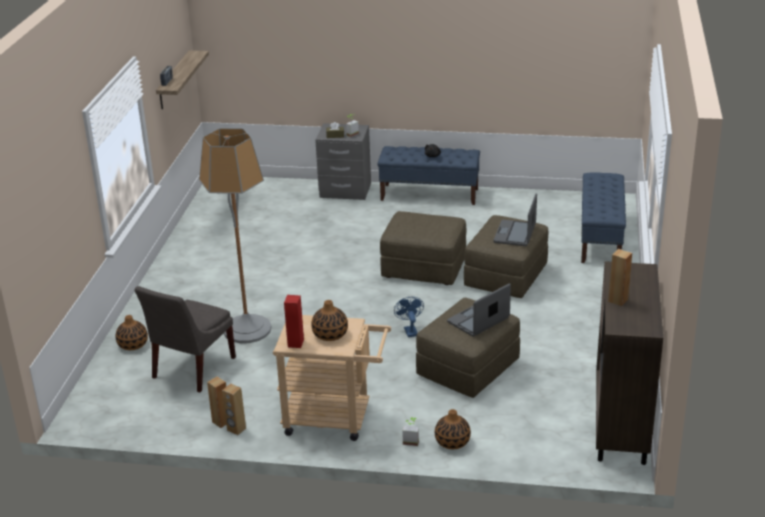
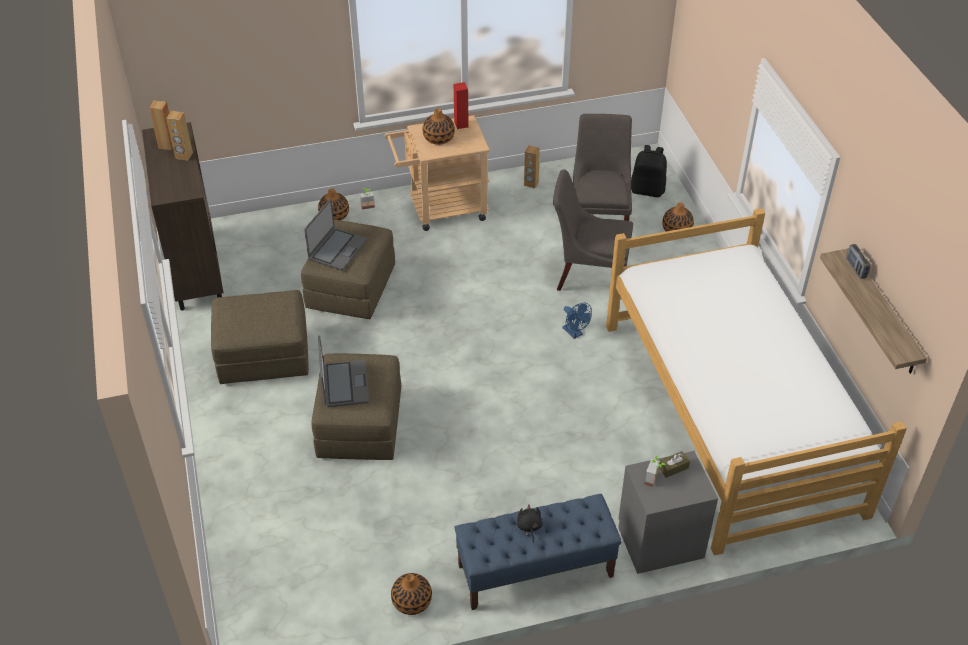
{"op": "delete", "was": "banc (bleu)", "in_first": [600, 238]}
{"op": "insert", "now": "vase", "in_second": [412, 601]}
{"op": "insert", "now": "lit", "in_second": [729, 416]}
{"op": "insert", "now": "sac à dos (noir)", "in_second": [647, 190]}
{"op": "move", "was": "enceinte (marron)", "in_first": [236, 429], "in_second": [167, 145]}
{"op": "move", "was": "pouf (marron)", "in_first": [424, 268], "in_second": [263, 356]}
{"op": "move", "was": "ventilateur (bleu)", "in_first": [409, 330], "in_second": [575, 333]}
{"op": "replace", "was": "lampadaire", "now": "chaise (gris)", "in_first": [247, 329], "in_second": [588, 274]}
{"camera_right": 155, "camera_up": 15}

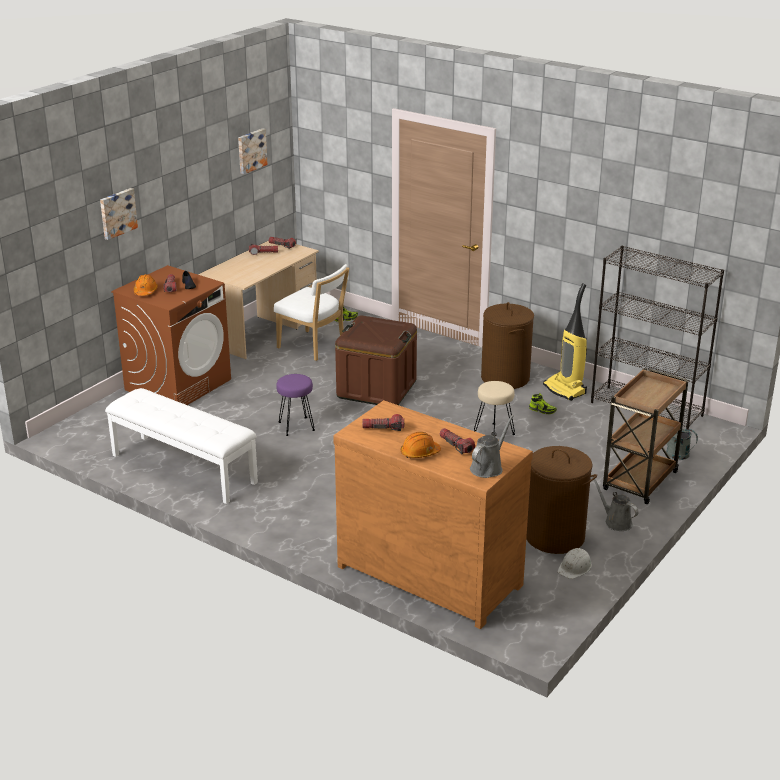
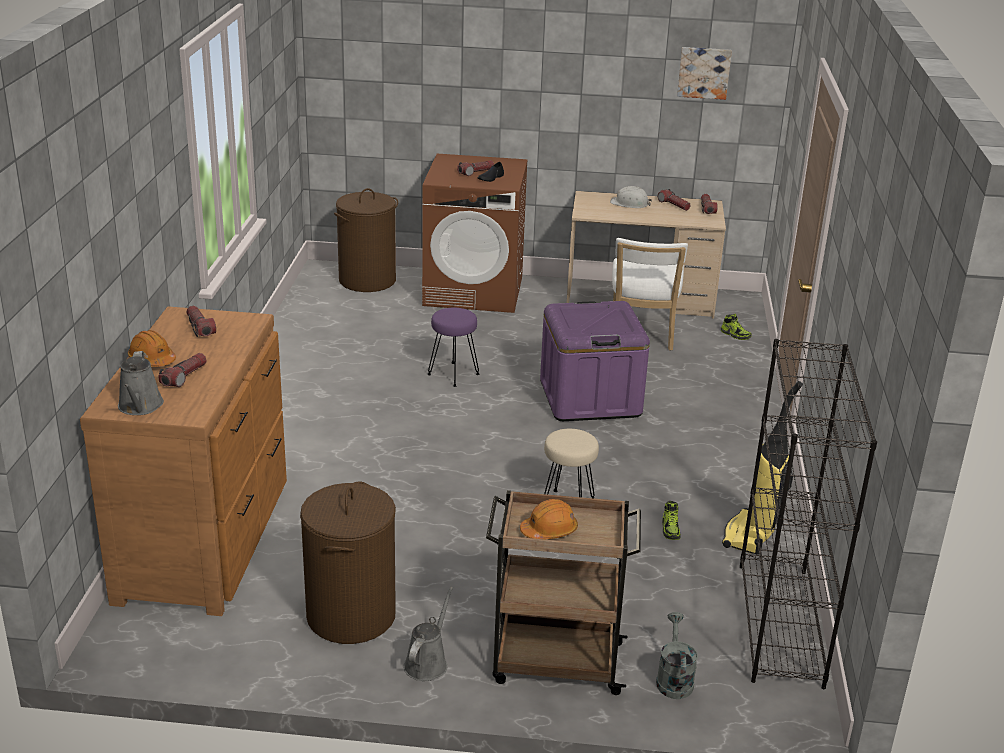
{"op": "delete", "was": "tableau", "in_first": [117, 213]}
{"op": "delete", "was": "banc (blanc)", "in_first": [183, 469]}
{"op": "move", "was": "casque de chantier (orange)", "in_first": [145, 291], "in_second": [549, 530]}
{"op": "move", "was": "panier à linge (marron)", "in_first": [505, 378], "in_second": [367, 280]}
{"op": "move", "was": "casque de chantier (blanc)", "in_first": [575, 567], "in_second": [630, 203]}
{"op": "recolor", "was": "boîte de rangement (marron)", "now": "boîte de rangement (violet)", "in_first": [376, 389], "in_second": [590, 398]}
{"op": "rotate", "was": "arrosoir (gris)", "in_first": [488, 467], "in_second": [140, 407], "clockwise": 75}
{"camera_right": 60, "camera_up": 0}

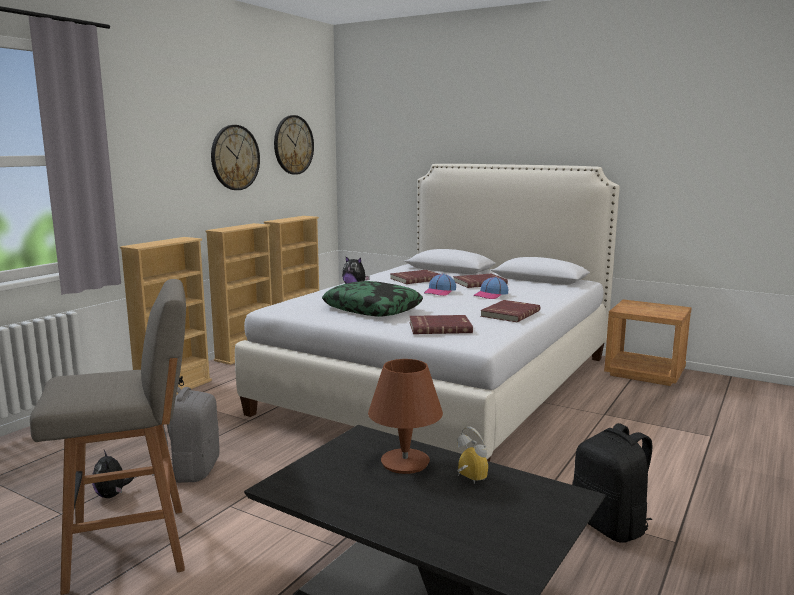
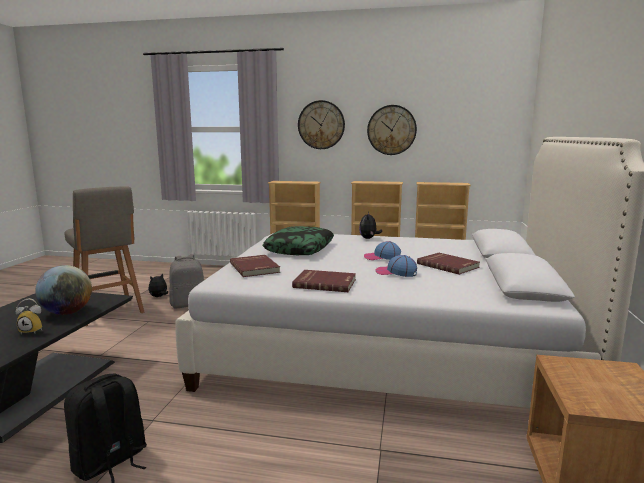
{"op": "delete", "was": "livre (rouge)", "in_first": [415, 279]}
{"op": "move", "was": "horloge murale", "in_first": [293, 145], "in_second": [321, 125]}
{"op": "replace", "was": "lampe de table (marron)", "now": "globe", "in_first": [404, 462], "in_second": [67, 313]}
{"op": "rotate", "was": "réveil", "in_first": [467, 479], "in_second": [33, 331], "clockwise": 60}
{"camera_right": 70, "camera_up": 0}

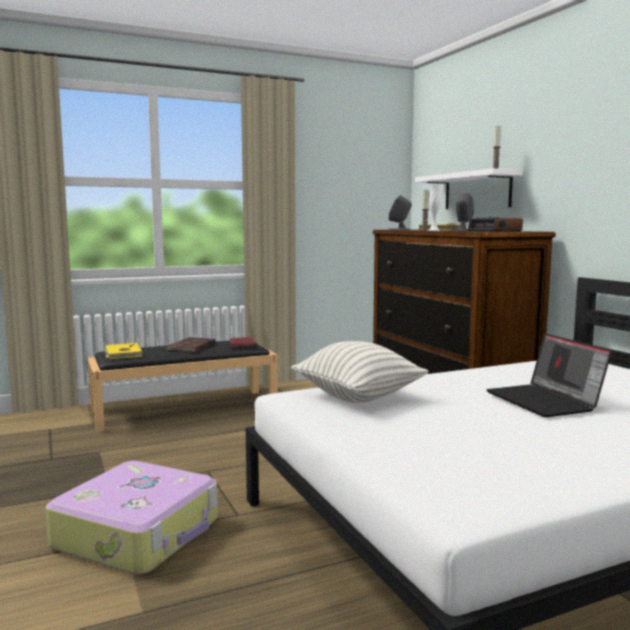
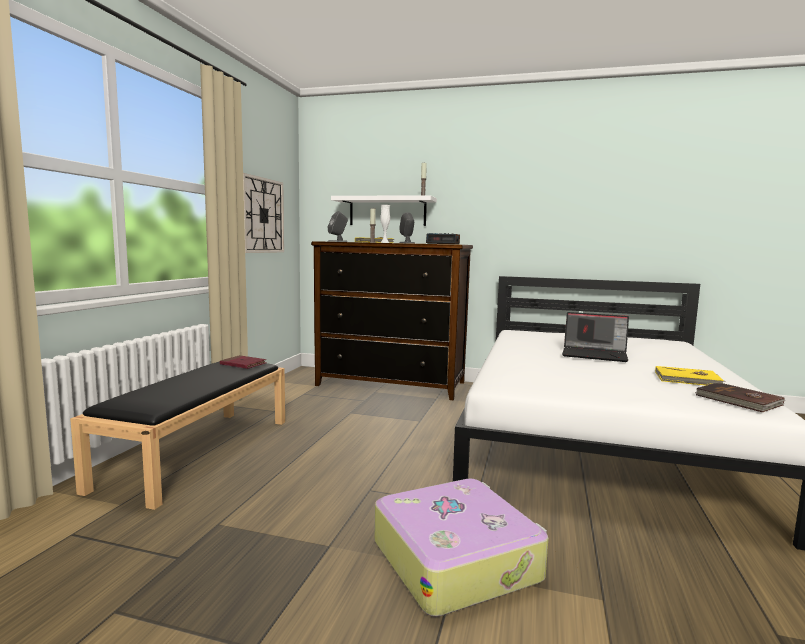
{"op": "delete", "was": "coussin", "in_first": [358, 397]}
{"op": "insert", "now": "horloge murale", "in_second": [262, 215]}
{"op": "move", "was": "livre (jaune)", "in_first": [122, 353], "in_second": [688, 379]}
{"op": "move", "was": "livre (marron)", "in_first": [191, 347], "in_second": [738, 400]}
{"camera_right": -50, "camera_up": 0}

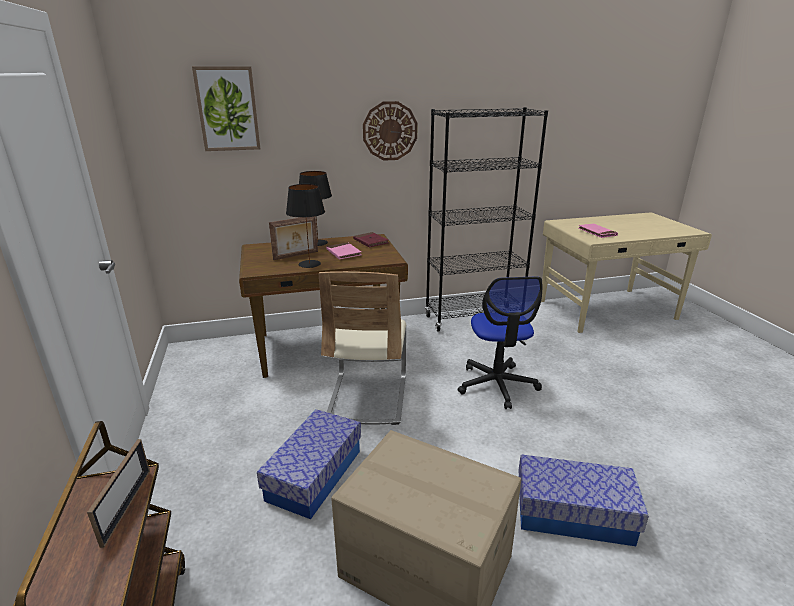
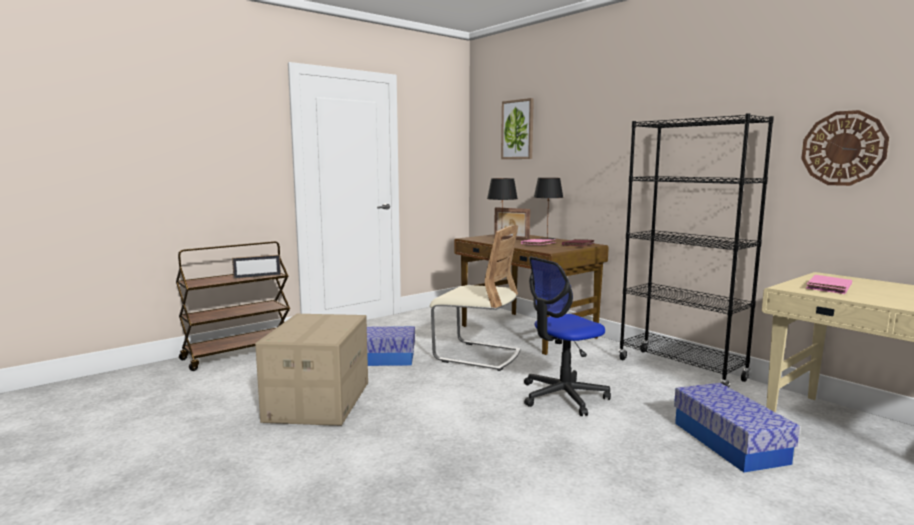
{"op": "move", "was": "horloge murale", "in_first": [390, 131], "in_second": [843, 148]}
{"op": "move", "was": "boîte de rangement", "in_first": [573, 514], "in_second": [729, 442]}
{"op": "rotate", "was": "chaise (beige)", "in_first": [367, 397], "in_second": [477, 355], "clockwise": -135}
{"camera_right": 65, "camera_up": -15}

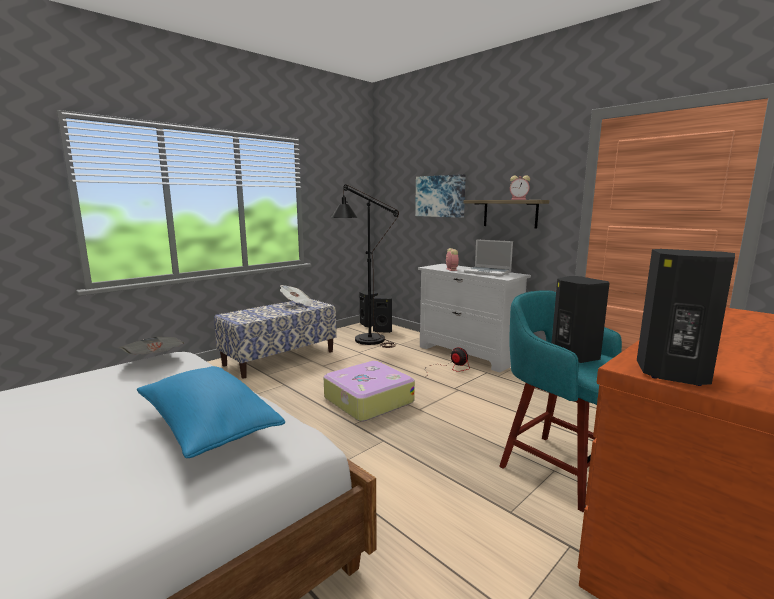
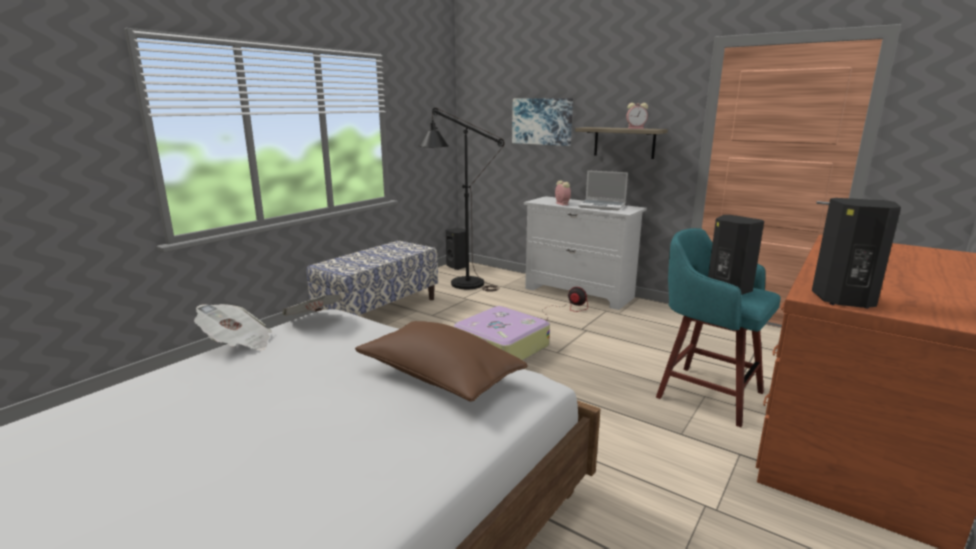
{"op": "delete", "was": "enceinte (noir)", "in_first": [383, 330]}
{"op": "move", "was": "journal", "in_first": [297, 304], "in_second": [238, 343]}
{"op": "recolor", "was": "coussin (bleu)", "now": "coussin (marron)", "in_first": [207, 427], "in_second": [439, 378]}
{"camera_right": -10, "camera_up": 5}

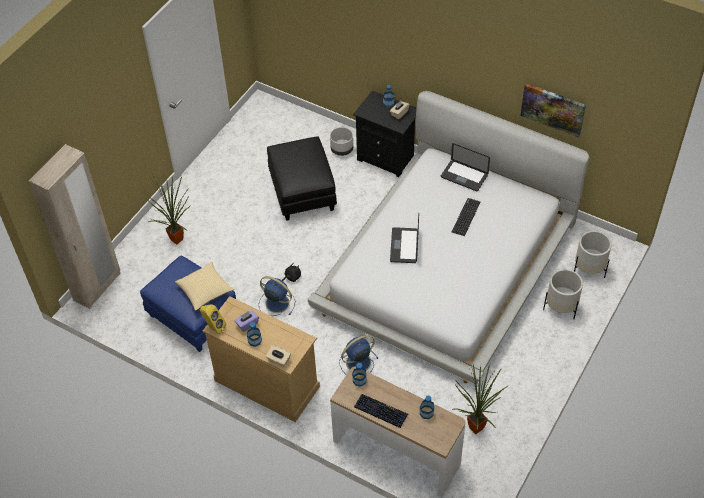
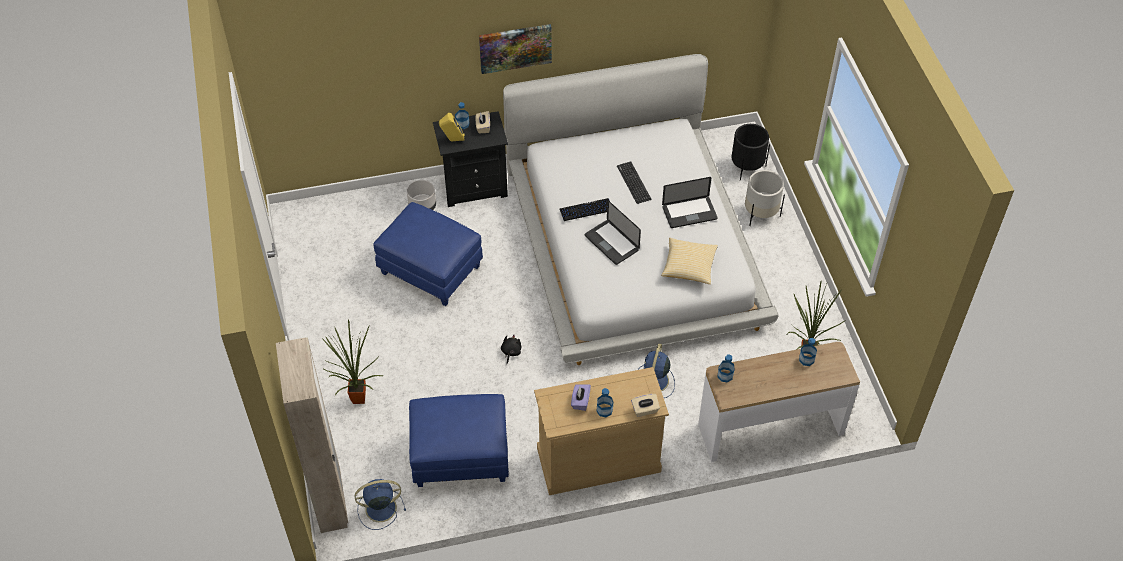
{"op": "move", "was": "coussin", "in_first": [205, 291], "in_second": [688, 267]}
{"op": "move", "was": "enceinte (jaune)", "in_first": [214, 328], "in_second": [452, 140]}
{"op": "move", "was": "ventilateur (bleu)", "in_first": [276, 302], "in_second": [379, 508]}
{"op": "move", "was": "clavier", "in_first": [381, 411], "in_second": [586, 210]}
{"op": "move", "was": "ordinateur portable", "in_first": [464, 176], "in_second": [689, 213]}
{"op": "move", "was": "tableau", "in_first": [553, 109], "in_second": [515, 47]}
{"op": "recolor", "was": "pouf (noir)", "now": "pouf (bleu)", "in_first": [301, 191], "in_second": [429, 270]}
{"op": "recolor", "was": "cache-pot (blanc)", "now": "cache-pot (noir)", "in_first": [589, 269], "in_second": [747, 167]}
{"camera_right": -45, "camera_up": 0}

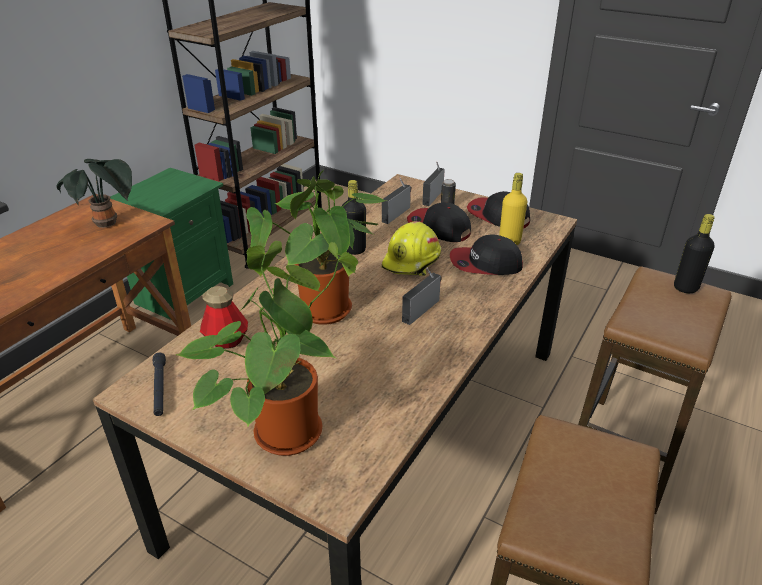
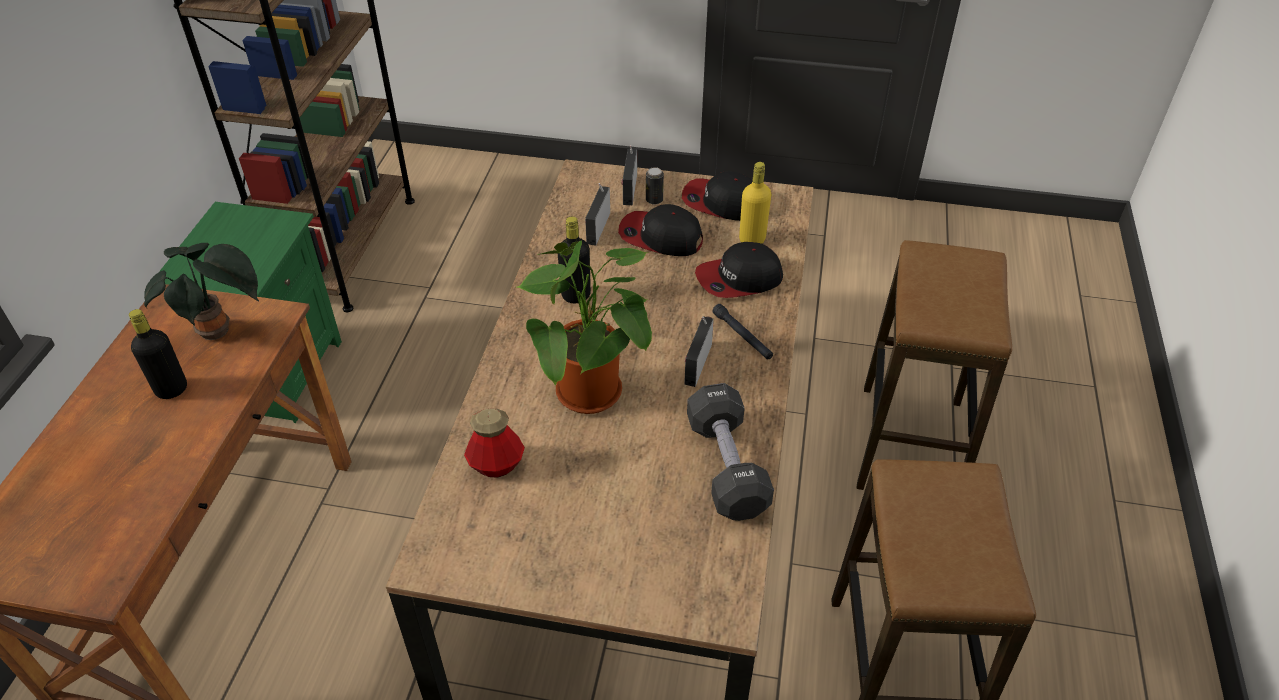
{"op": "delete", "was": "plante en pot", "in_first": [287, 427]}
{"op": "delete", "was": "casque de chantier (jaune)", "in_first": [412, 261]}
{"op": "insert", "now": "haltère (noir)", "in_second": [726, 466]}
{"op": "move", "was": "lampe de poche (noir)", "in_first": [160, 388], "in_second": [742, 336]}
{"op": "move", "was": "bouteille (noir)", "in_first": [685, 288], "in_second": [171, 389]}
{"camera_right": -20, "camera_up": 10}

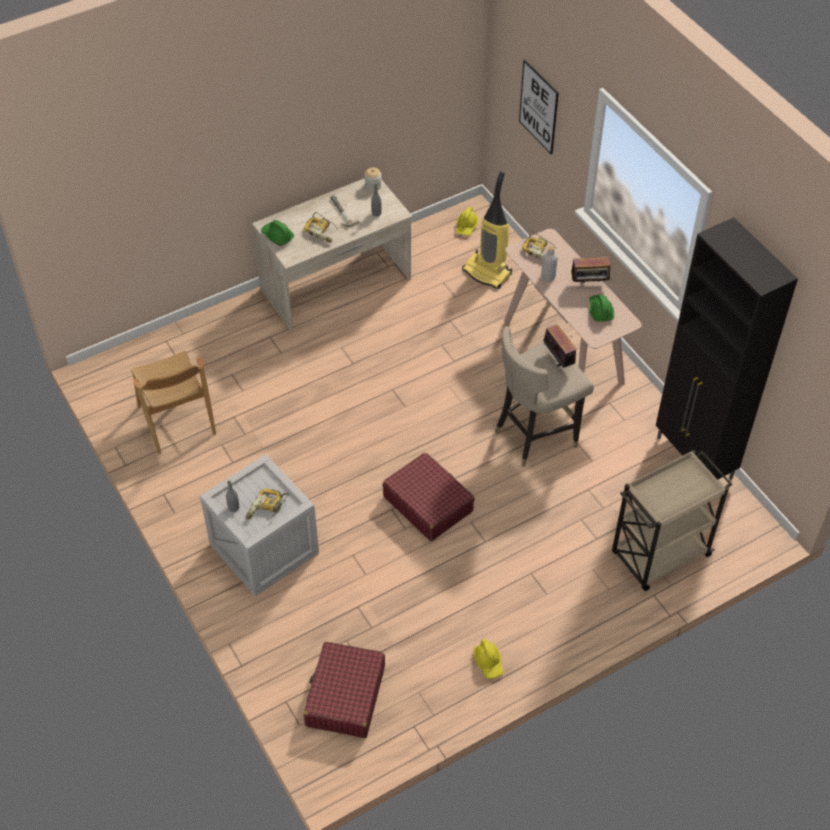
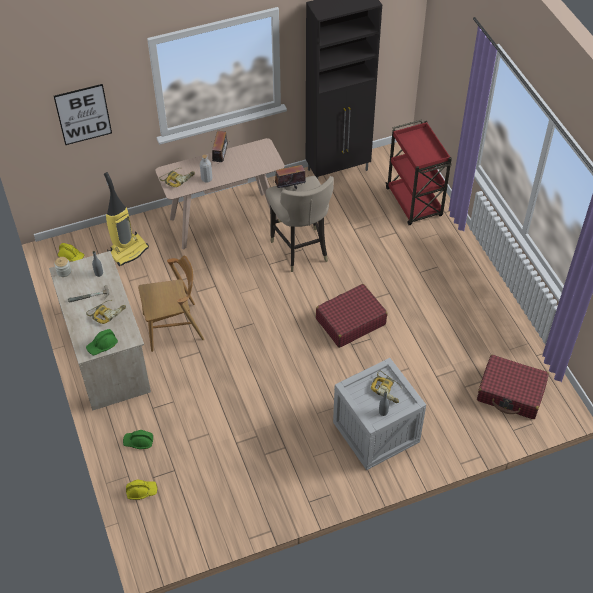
{"op": "move", "was": "chaise (marron)", "in_first": [176, 421], "in_second": [173, 327]}
{"op": "move", "was": "casque de chantier (jaune)", "in_first": [488, 662], "in_second": [141, 491]}
{"op": "move", "was": "casque de chantier (vert)", "in_first": [600, 311], "in_second": [138, 442]}
{"op": "recolor", "was": "chariot (beige)", "now": "chariot (rouge)", "in_first": [659, 555], "in_second": [414, 203]}
{"camera_right": -80, "camera_up": 0}

